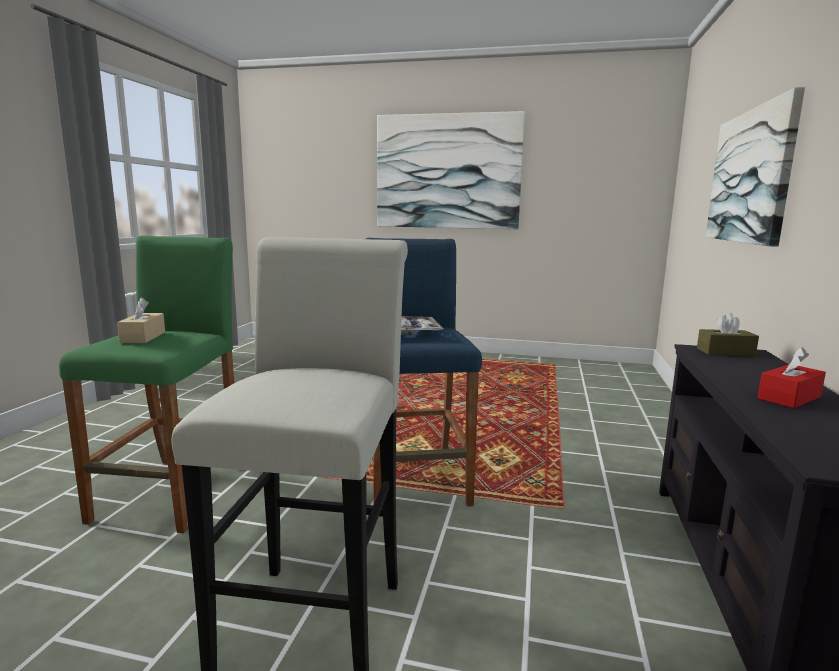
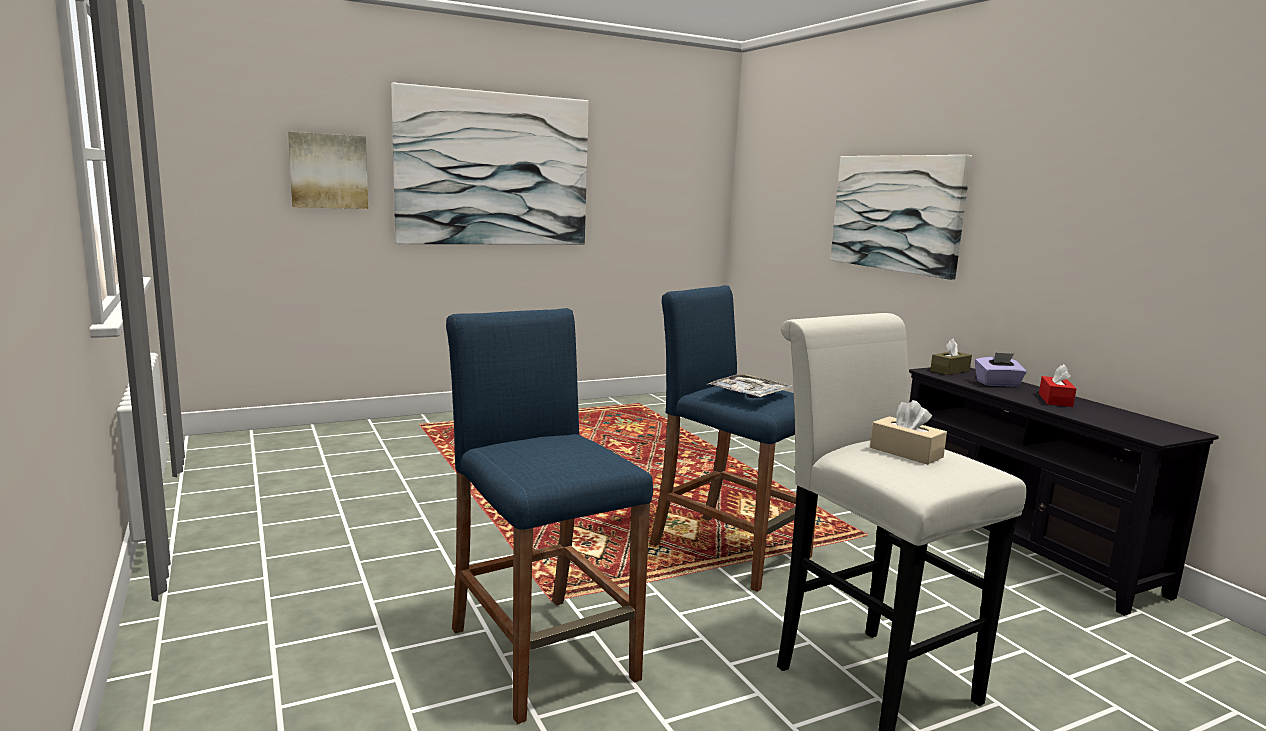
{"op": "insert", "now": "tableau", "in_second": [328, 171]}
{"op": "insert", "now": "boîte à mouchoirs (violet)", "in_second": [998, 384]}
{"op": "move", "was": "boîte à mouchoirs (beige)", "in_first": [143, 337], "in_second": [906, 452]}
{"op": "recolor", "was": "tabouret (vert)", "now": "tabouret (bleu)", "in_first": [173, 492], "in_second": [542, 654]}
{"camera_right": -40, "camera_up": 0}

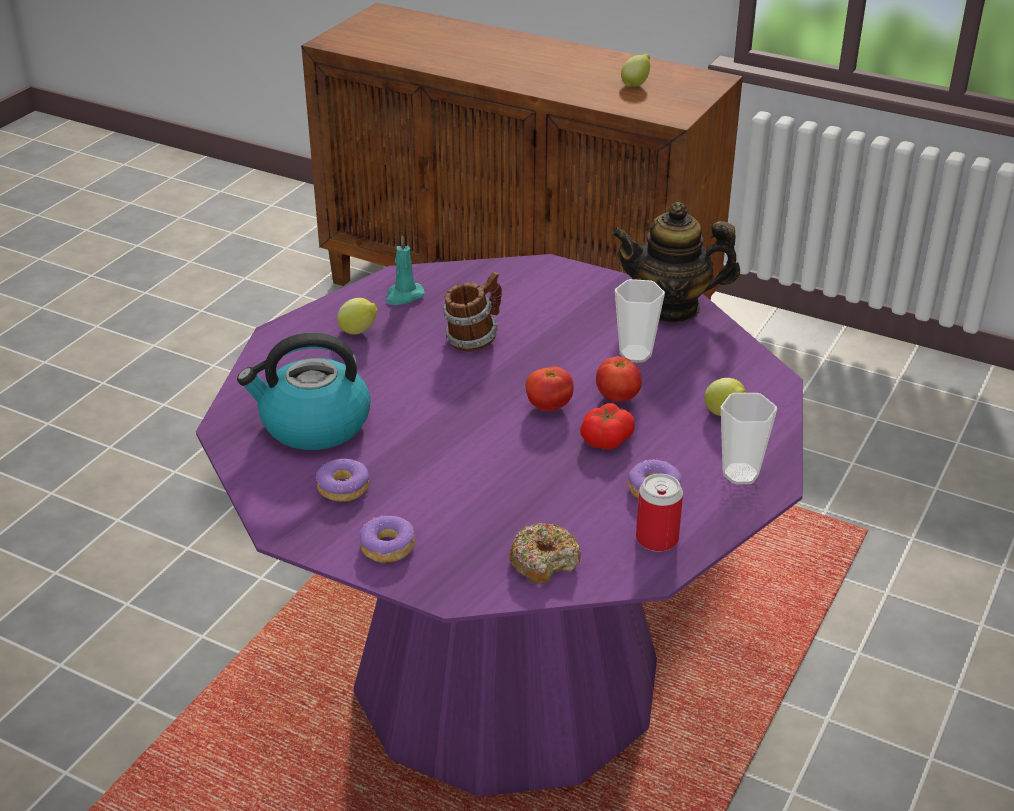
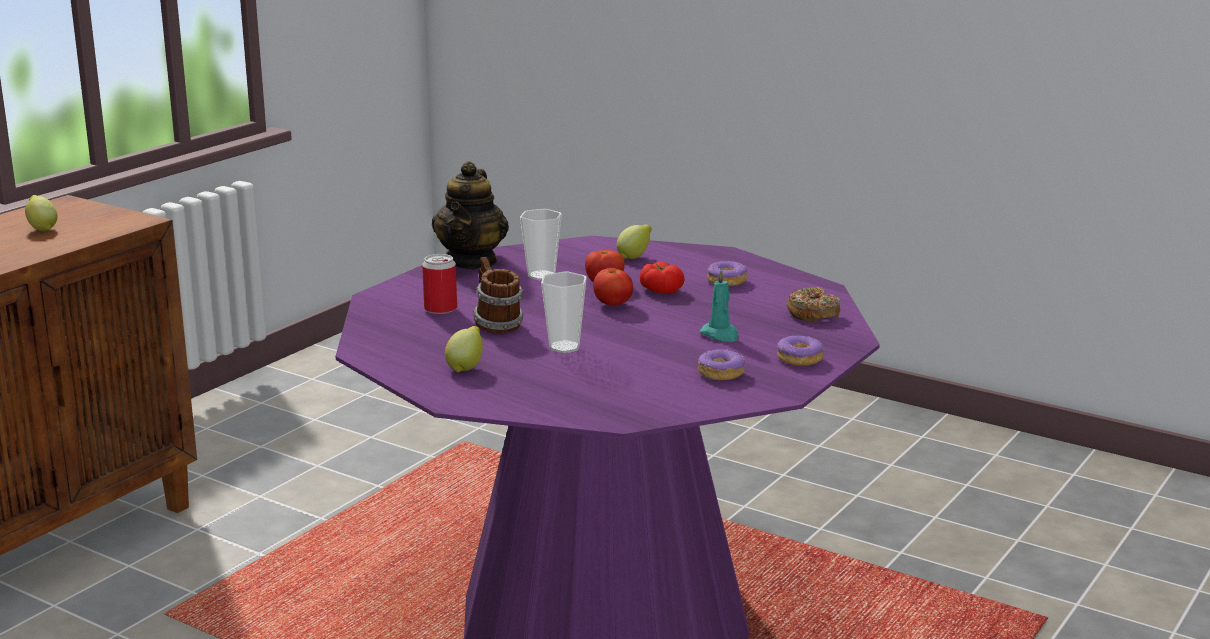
{"op": "delete", "was": "bouilloire", "in_first": [313, 425]}
{"op": "move", "was": "bougie (turquoise)", "in_first": [403, 296], "in_second": [720, 335]}
{"op": "move", "was": "boîte métallique", "in_first": [657, 539], "in_second": [440, 309]}
{"op": "move", "was": "tasse", "in_first": [740, 474], "in_second": [564, 347]}
{"camera_right": -85, "camera_up": -15}

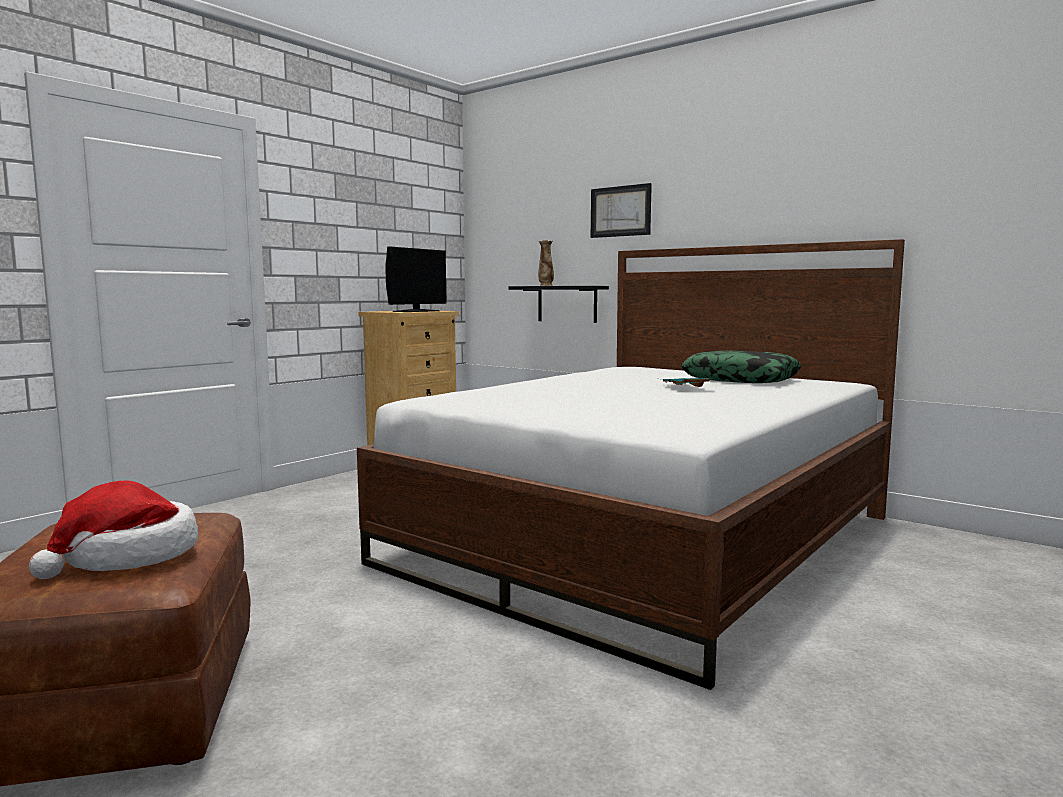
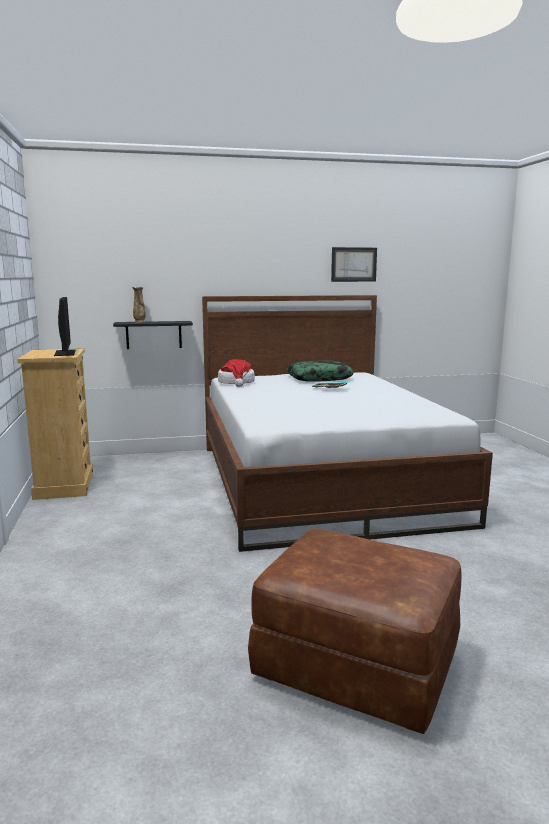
{"op": "move", "was": "chapeau", "in_first": [128, 557], "in_second": [236, 382]}
{"op": "move", "was": "tableau", "in_first": [620, 211], "in_second": [353, 264]}
{"camera_right": -50, "camera_up": 5}

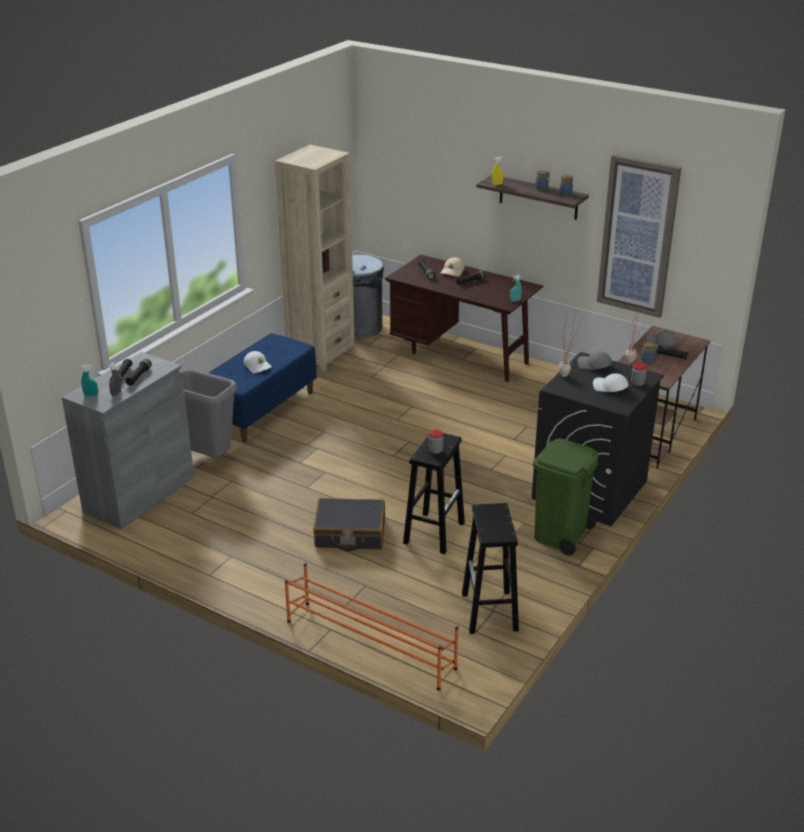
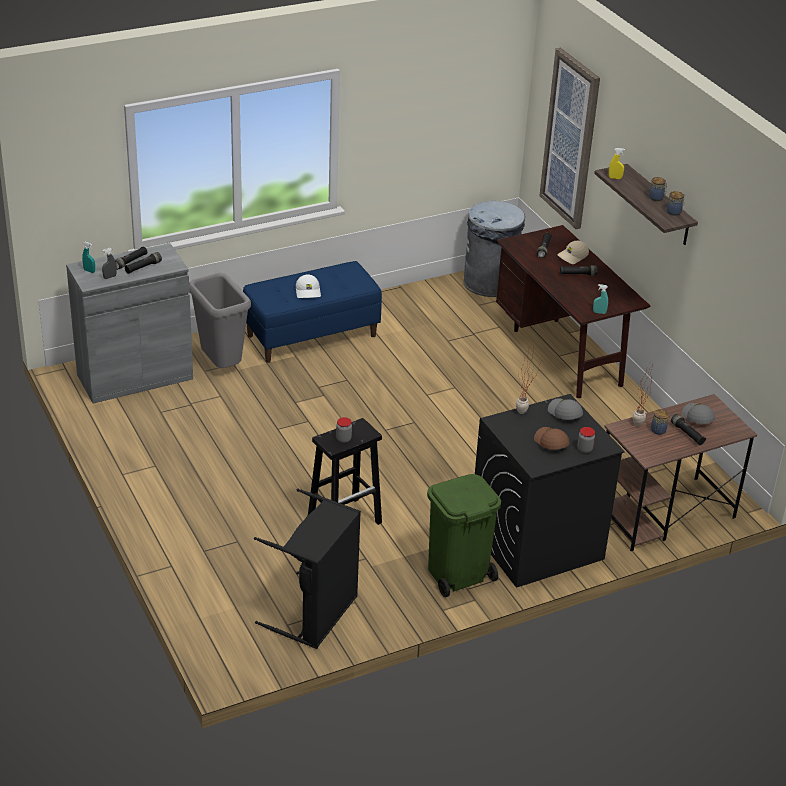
{"op": "delete", "was": "bibliothèque (beige)", "in_first": [320, 354]}
{"op": "delete", "was": "étagère à chaussures (orange)", "in_first": [369, 644]}
{"op": "delete", "was": "valise (noir)", "in_first": [350, 533]}
{"op": "move", "was": "tableau", "in_first": [638, 236], "in_second": [570, 139]}
{"op": "replace", "was": "tabouret (noir)", "now": "panier à linge (noir)", "in_first": [490, 613], "in_second": [316, 614]}
{"op": "recolor", "was": "casquette (blanc)", "now": "casquette (marron)", "in_first": [609, 388], "in_second": [550, 442]}
{"camera_right": 30, "camera_up": 5}

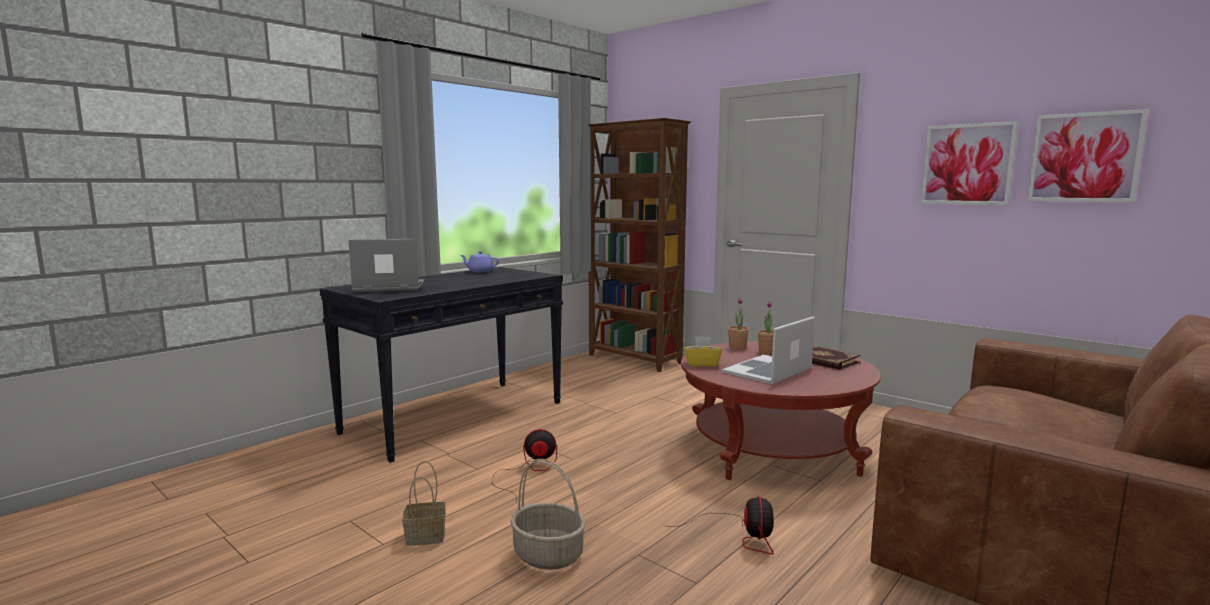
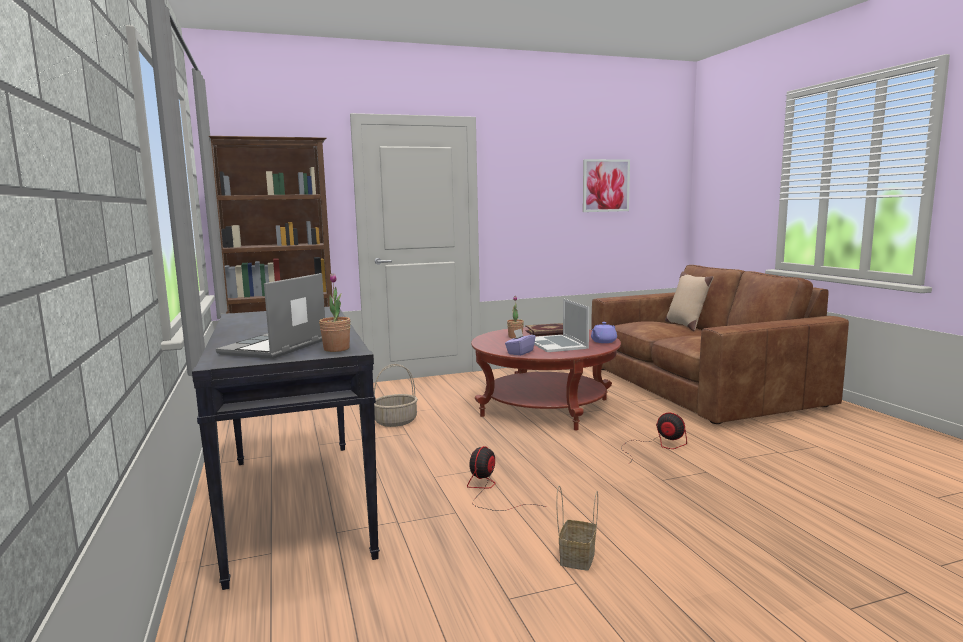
{"op": "delete", "was": "tableau", "in_first": [967, 164]}
{"op": "insert", "now": "coussin (beige)", "in_second": [686, 325]}
{"op": "move", "was": "théière (violet)", "in_first": [480, 271], "in_second": [603, 341]}
{"op": "move", "was": "panier", "in_first": [549, 555], "in_second": [396, 421]}
{"op": "move", "was": "plante en pot", "in_first": [737, 348], "in_second": [336, 349]}
{"op": "recolor", "was": "boîte à mouchoirs (jaune)", "now": "boîte à mouchoirs (violet)", "in_first": [702, 364], "in_second": [520, 352]}
{"camera_right": -60, "camera_up": 0}

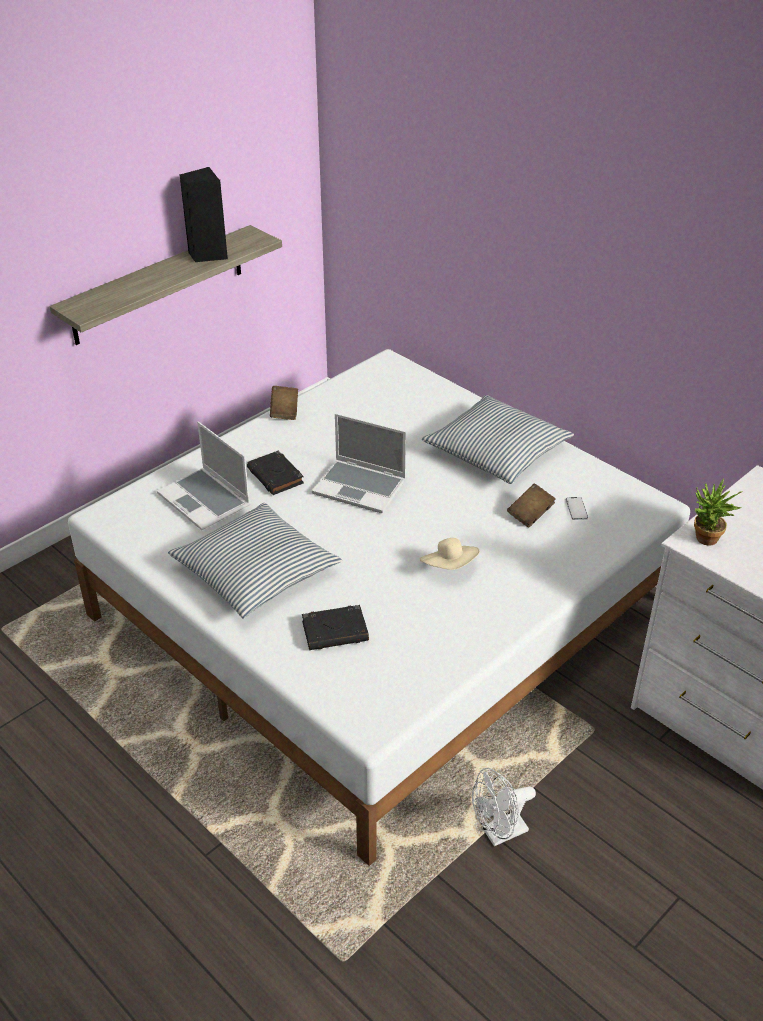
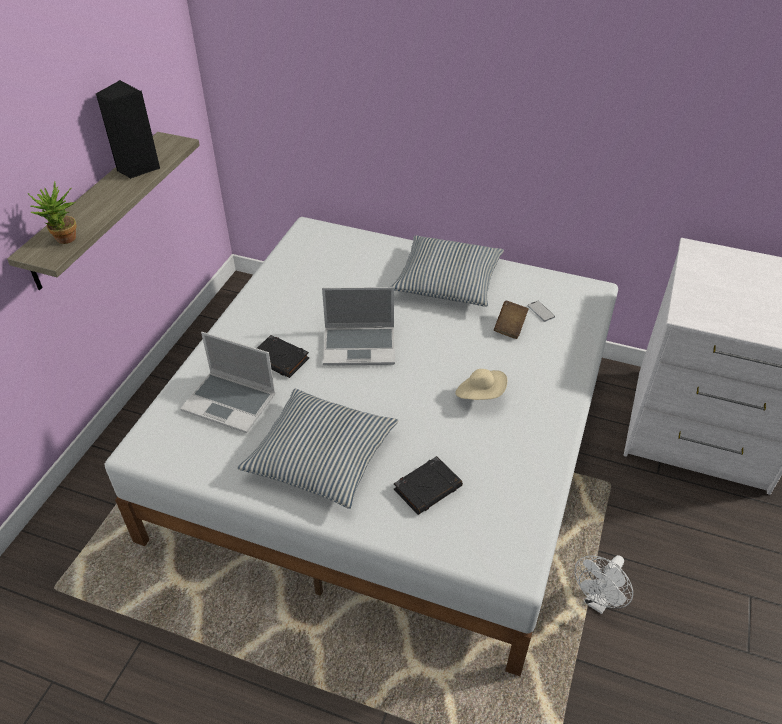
{"op": "delete", "was": "livre (marron)", "in_first": [284, 411]}
{"op": "move", "was": "plante en pot", "in_first": [705, 541], "in_second": [64, 241]}
{"camera_right": -25, "camera_up": 5}

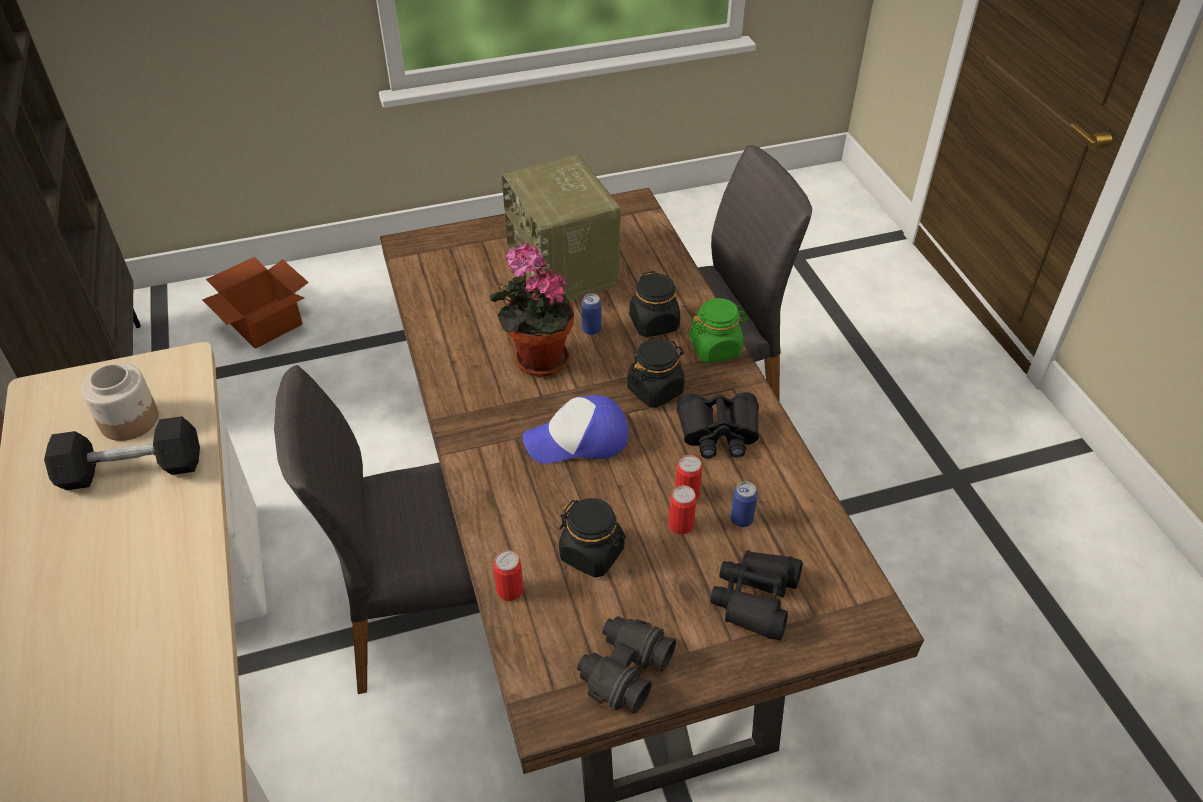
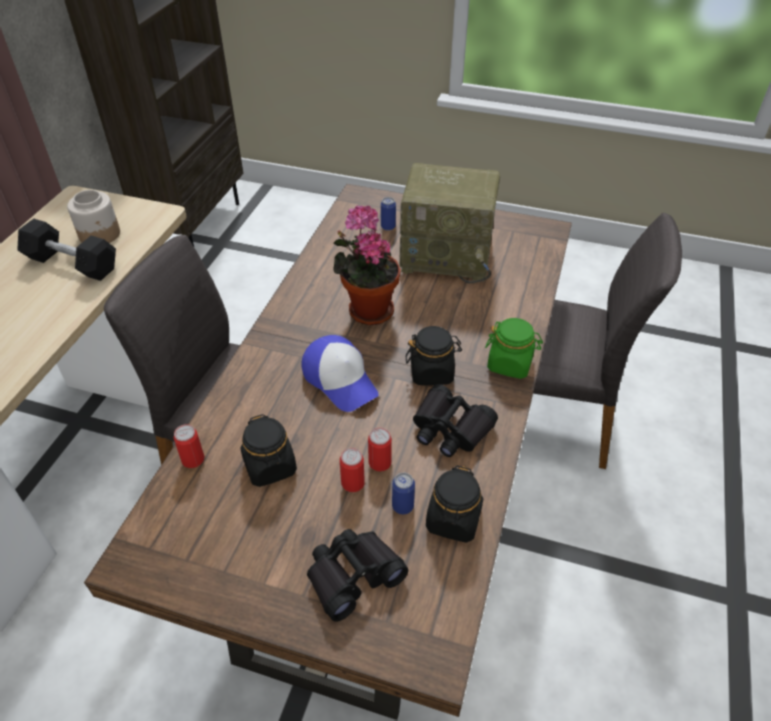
{"op": "delete", "was": "carton", "in_first": [265, 322]}
{"op": "delete", "was": "jumelles (noir)", "in_first": [624, 670]}
{"op": "move", "was": "boîte métallique", "in_first": [591, 330], "in_second": [388, 227]}
{"op": "move", "was": "bocal (noir)", "in_first": [654, 323], "in_second": [453, 520]}
{"op": "rotate", "was": "radio", "in_first": [564, 270], "in_second": [448, 256], "clockwise": -90}
{"op": "rotate", "was": "casquette", "in_first": [578, 440], "in_second": [340, 379], "clockwise": -150}
{"camera_right": 35, "camera_up": 0}

